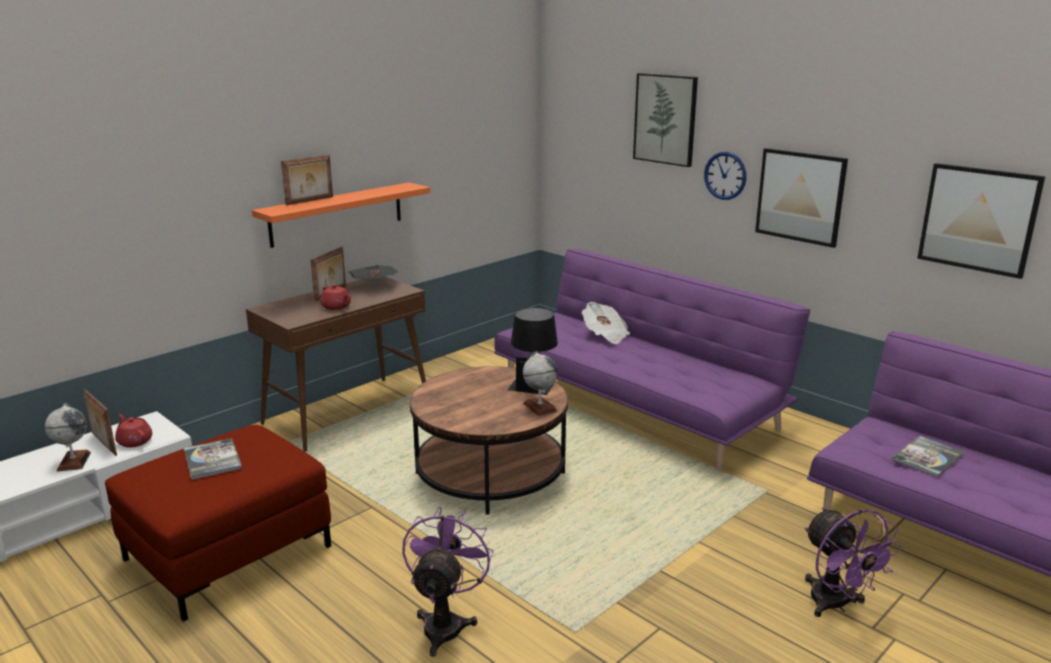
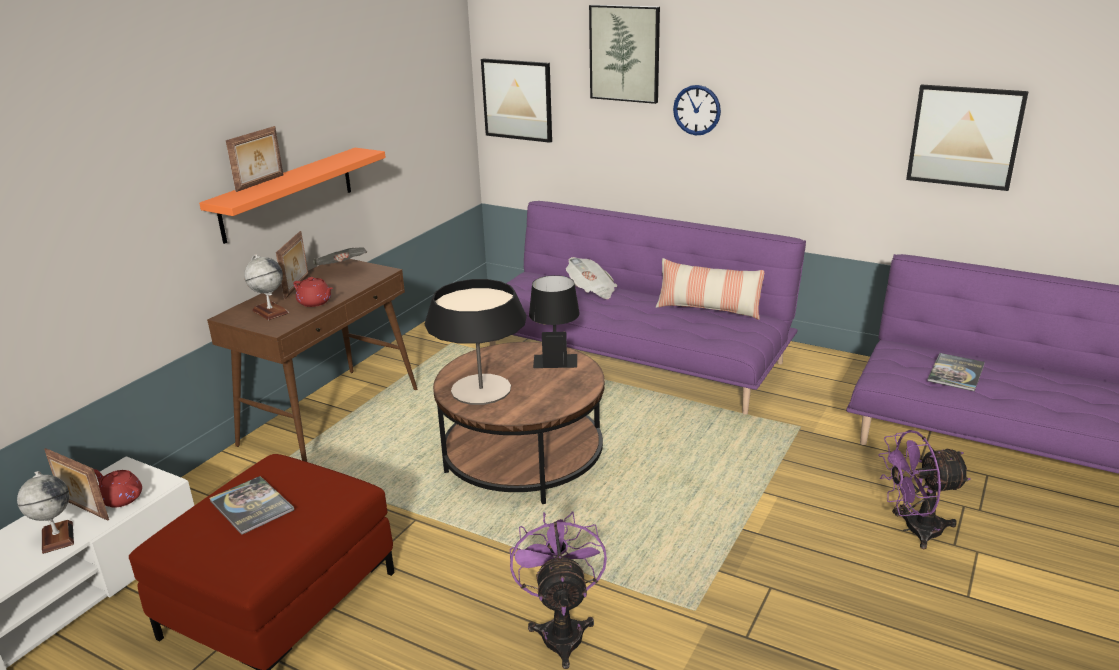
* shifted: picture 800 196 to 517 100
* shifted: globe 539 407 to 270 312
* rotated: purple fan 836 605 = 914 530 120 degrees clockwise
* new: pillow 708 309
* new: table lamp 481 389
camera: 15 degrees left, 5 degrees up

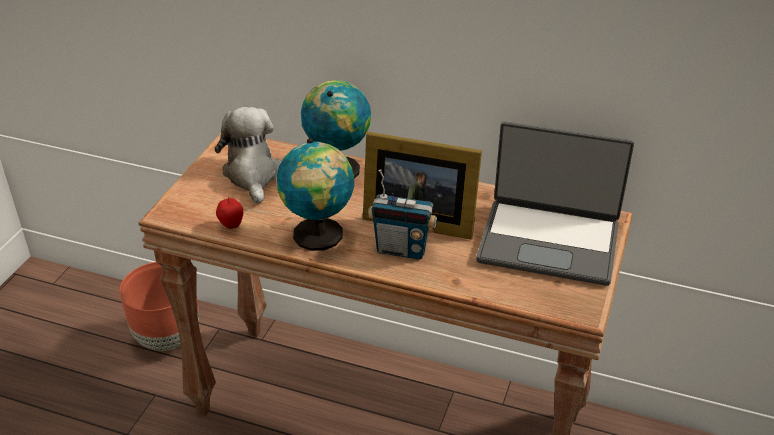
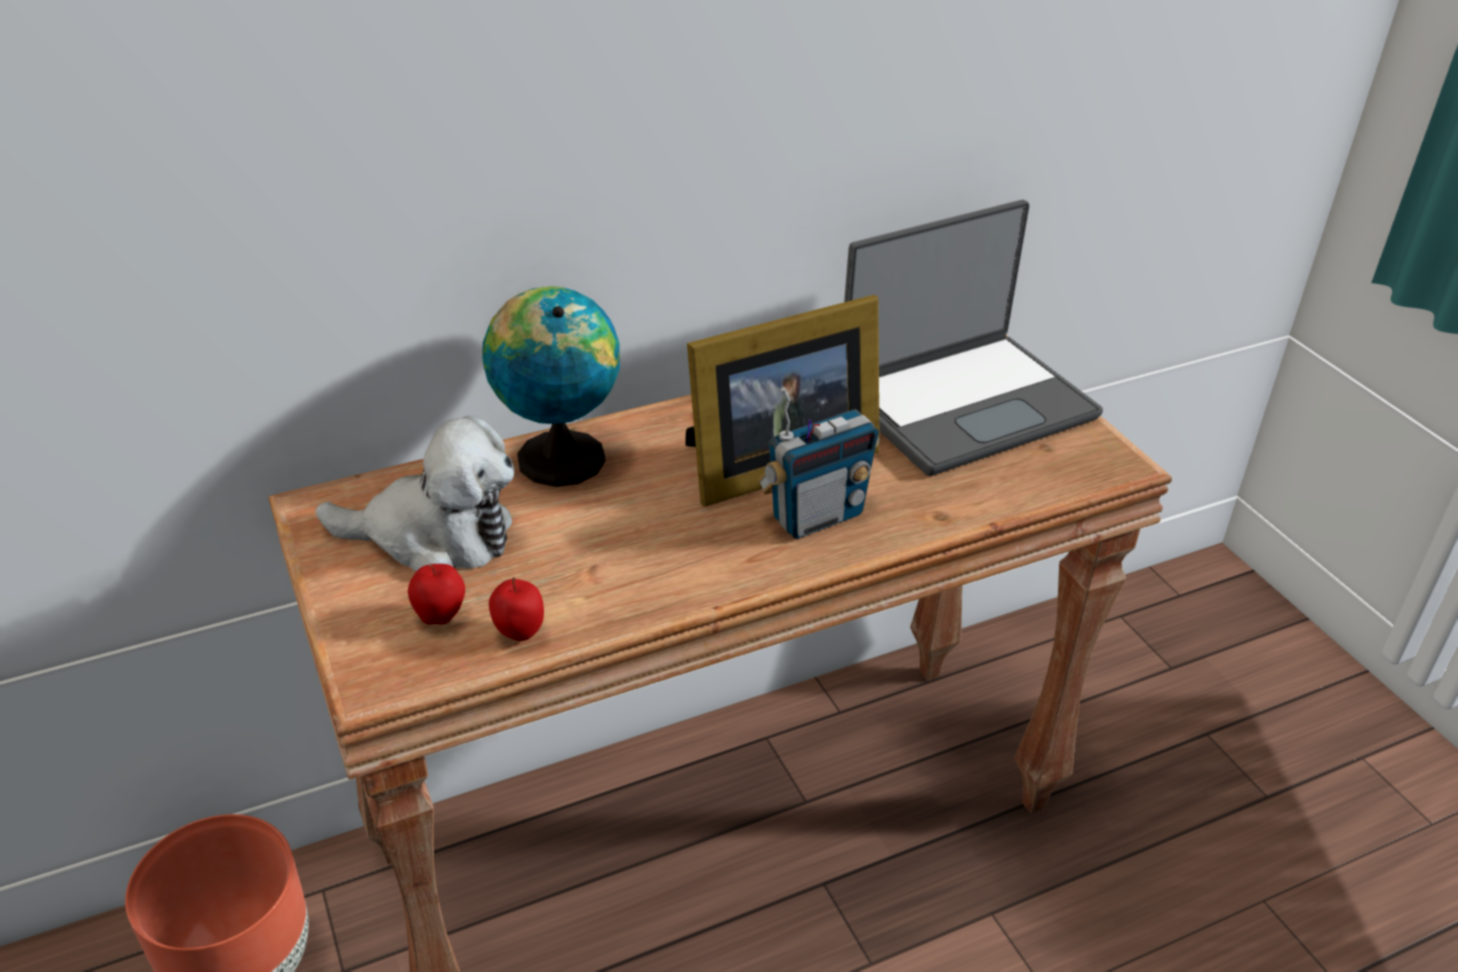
* rotated: plush toy 252 174 = 434 537 150 degrees clockwise
* gone: globe 319 237
* new: apple 441 617
camera: 45 degrees left, 0 degrees up

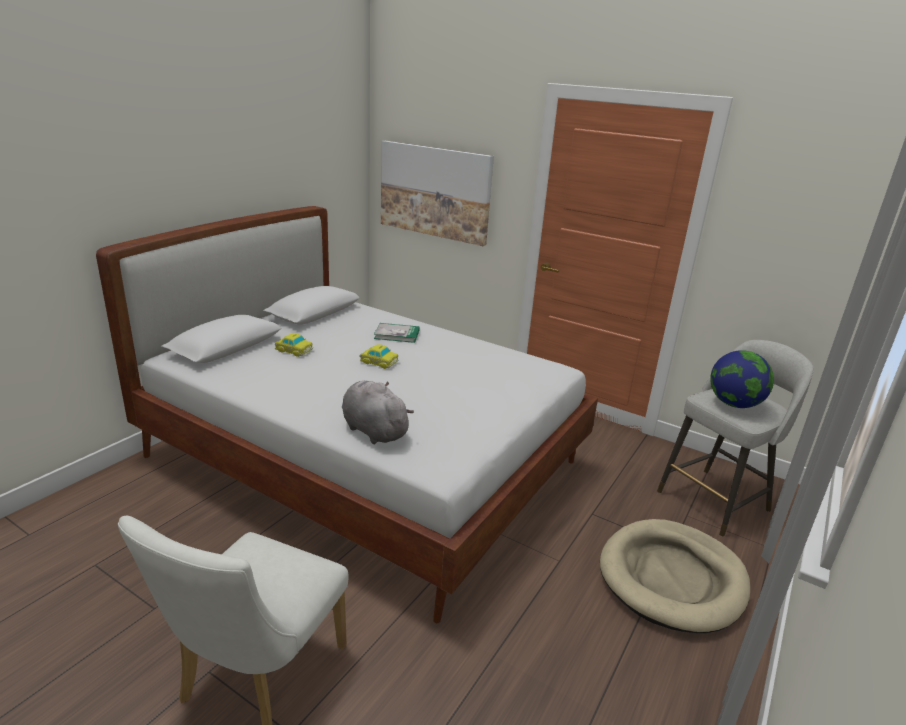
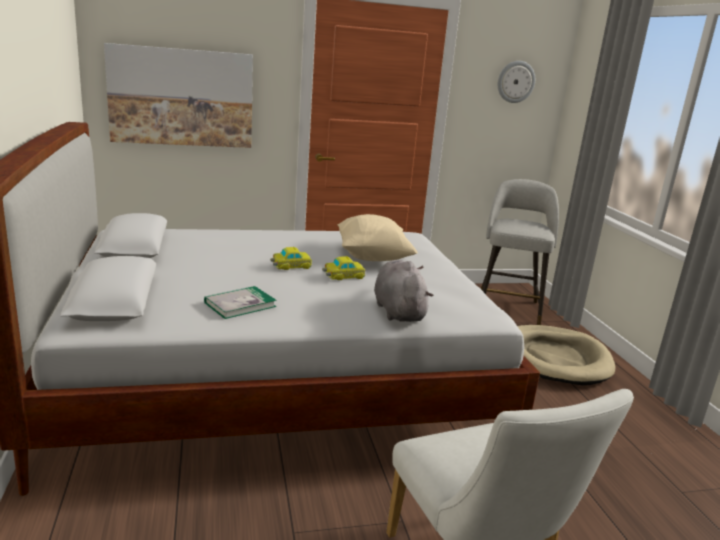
* shifted: book 397 334 to 240 305
* shifted: toy car 293 350 to 343 275
* gone: globe 734 404
* rotated: grey plush toy 373 430 = 398 311 75 degrees clockwise
* new: wall clock 515 82
* new: beige pillow 372 257
camera: 45 degrees left, 5 degrees down

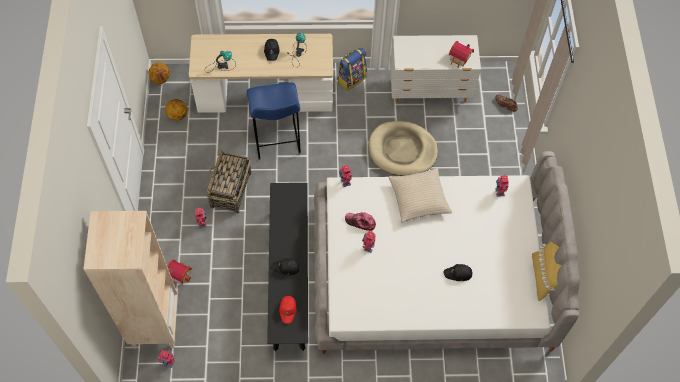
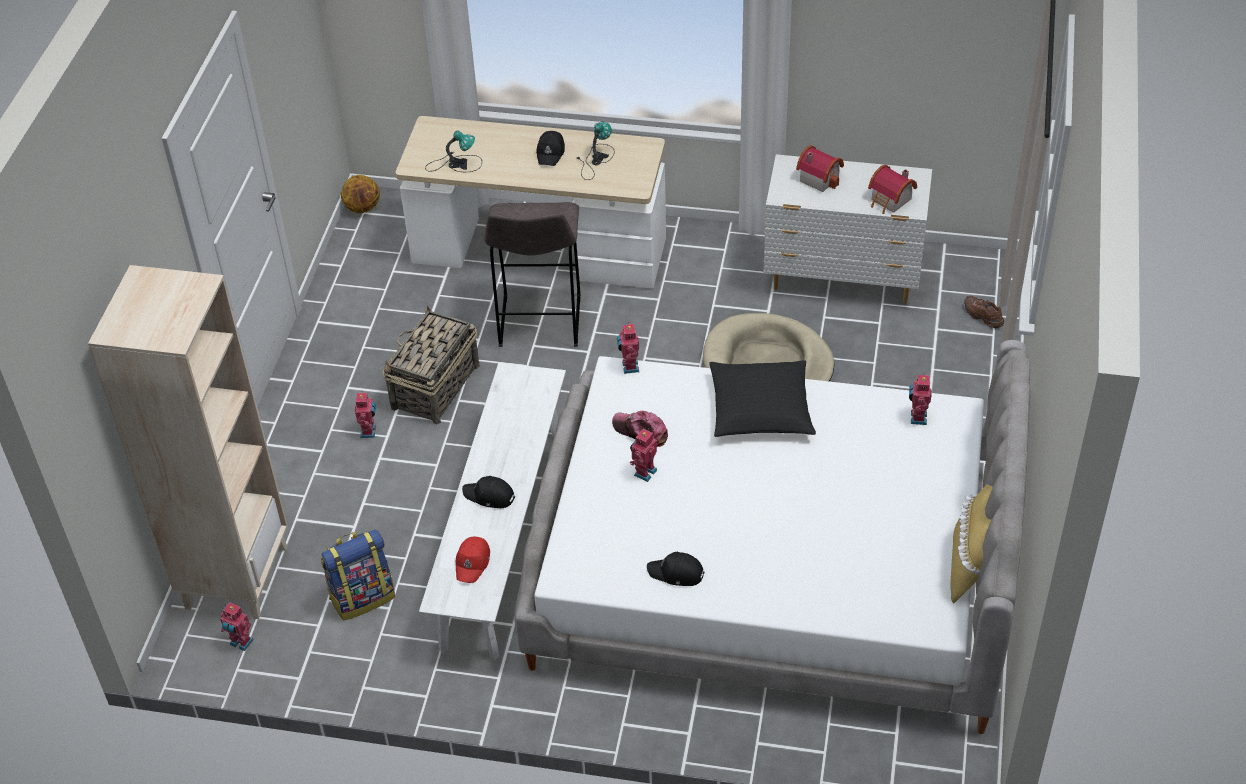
* shifted: backpack 351 79 to 362 597
* repainted: blue stool 277 141 to grey stool 539 323
* gone: basketball 177 115
* repainted: beige pillow 419 198 to black pillow 760 408
* repainted: black bench 289 276 to white bench 503 536
* shifted: toy house 180 274 to 819 177
* shifted: black cap 458 274 to 676 573
camera: 15 degrees right, 15 degrees down

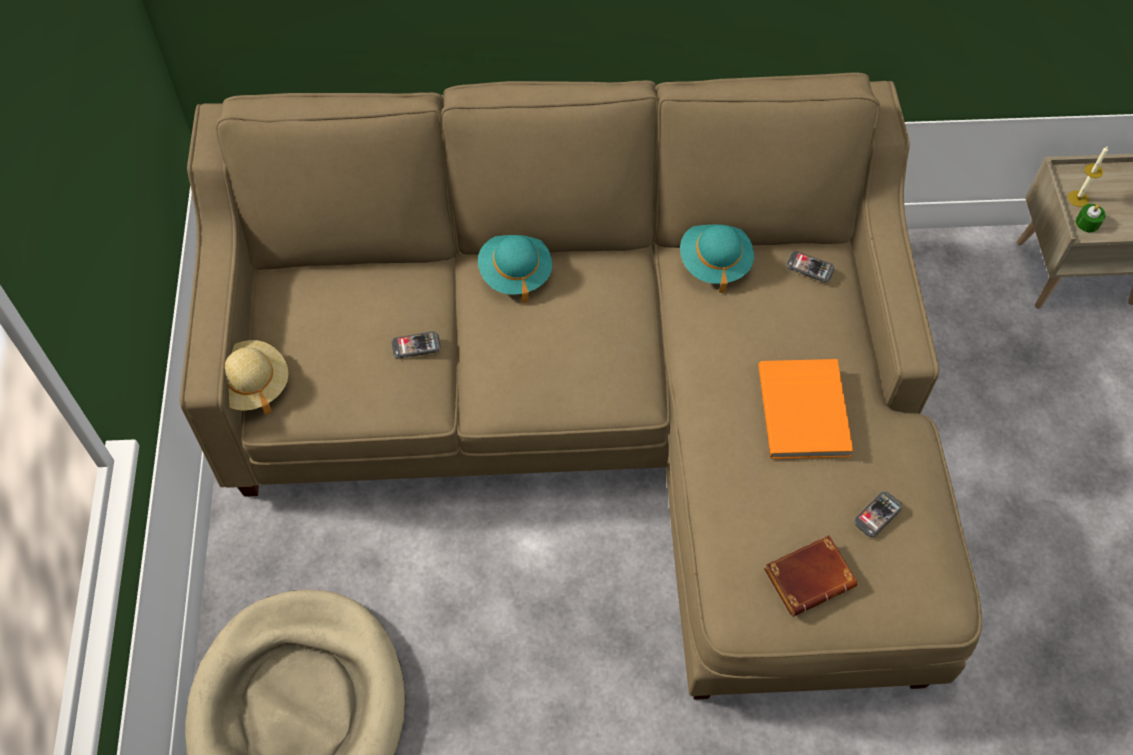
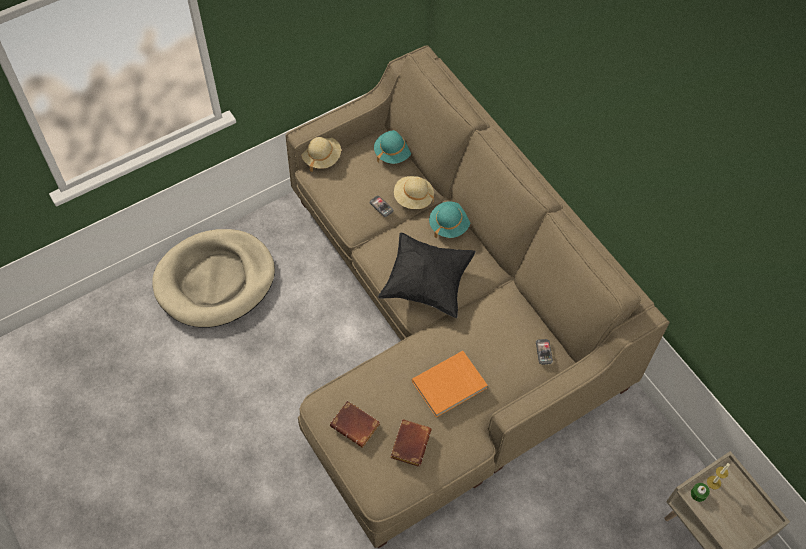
* shifted: turquoise hat 714 263 to 393 153
* swapped: phone 877 515 to brown book 409 443
* new: beige hat 413 198
* new: black pillow 427 283
camera: 60 degrees right, 0 degrees up

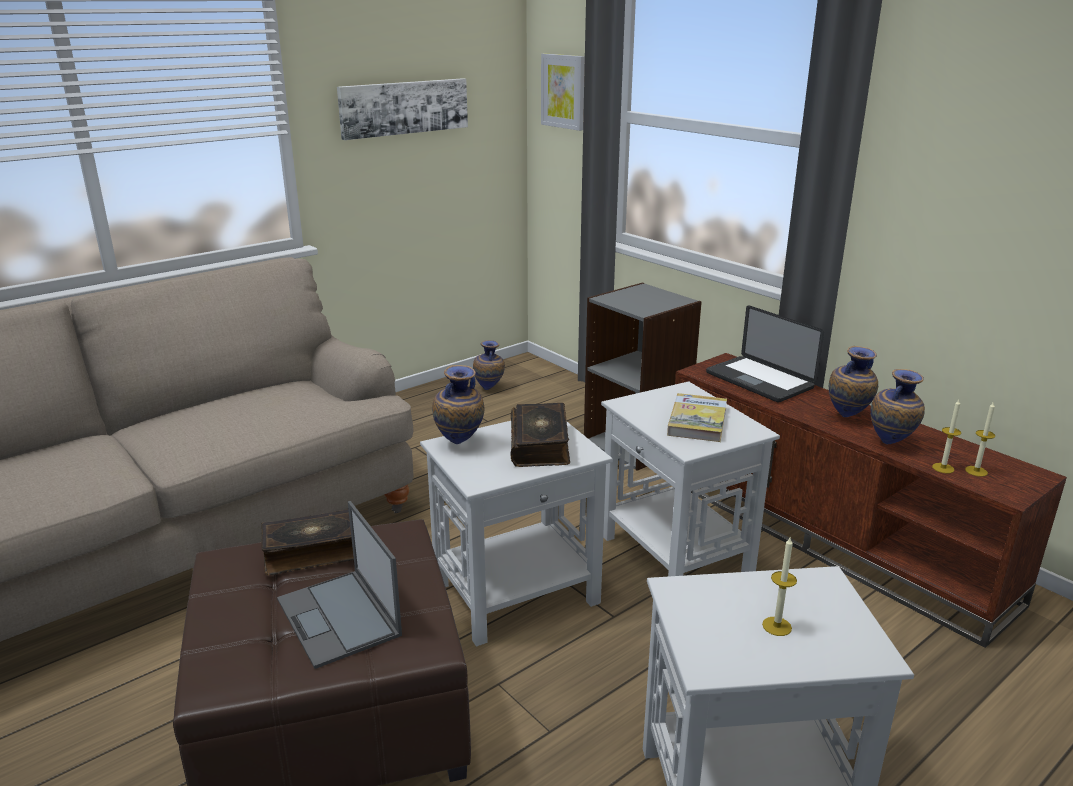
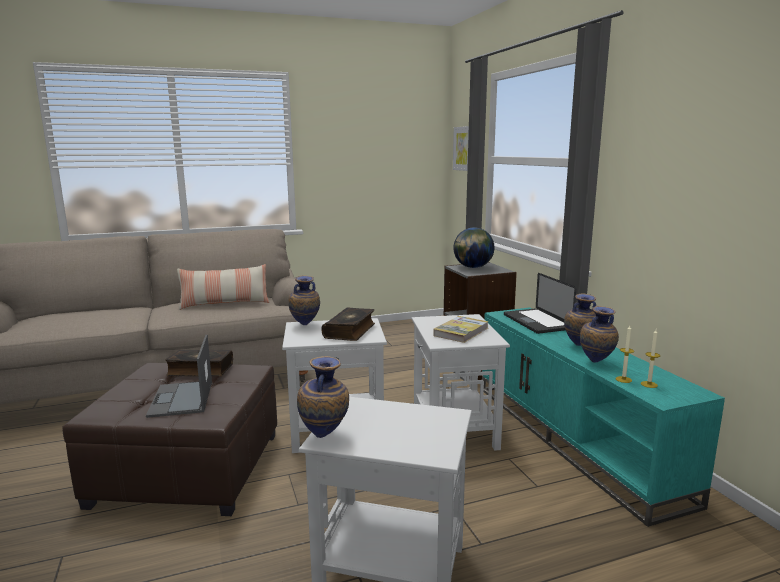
* gone: picture 404 107
* shifted: vase 489 389 to 325 437
* repainted: brown tv stand 830 536 to turquoise tv stand 574 438
* gone: candle 777 626
* new: globe 473 267
* new: pillow 225 303
camera: 20 degrees right, 10 degrees down

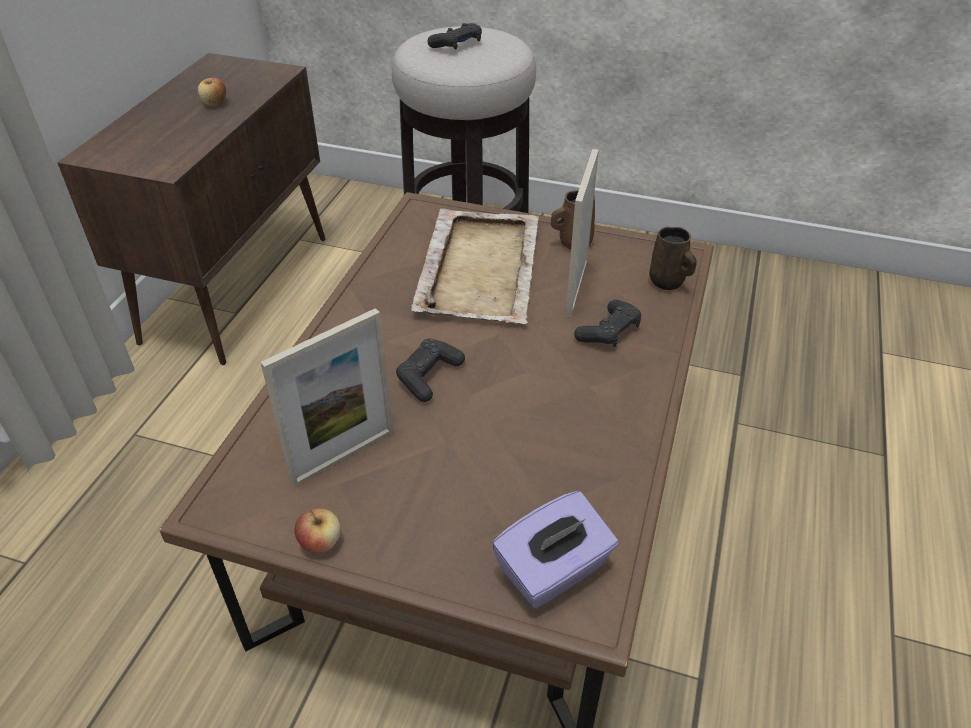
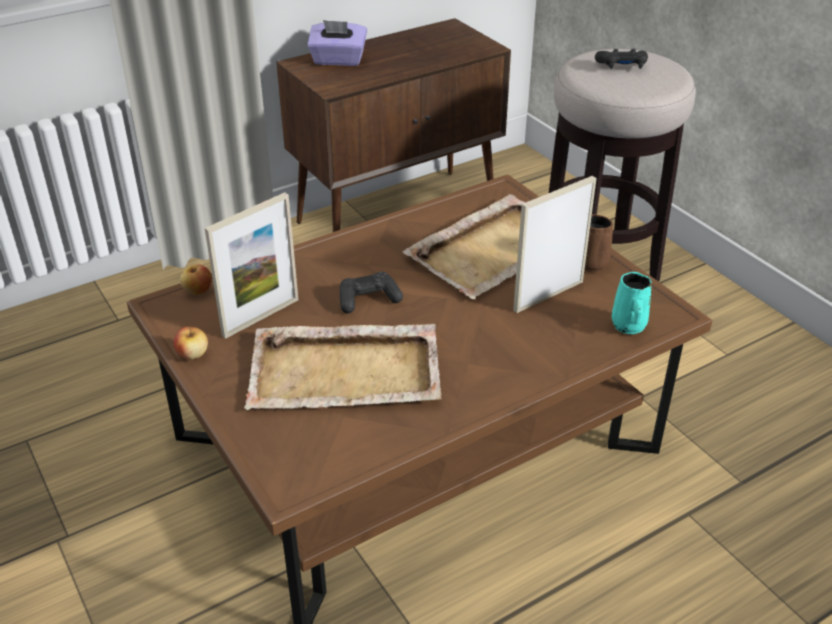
* shifted: apple 214 103 to 198 291
* repainted: brown mug 668 282 to turquoise mug 628 326
* gone: black game controller 609 332
* rotated: picture frame 343 456 = 261 317 45 degrees counterclockwise
* shifted: purple tissue box 553 571 to 338 60
* new: beige tray 347 371
camera: 40 degrees right, 5 degrees down

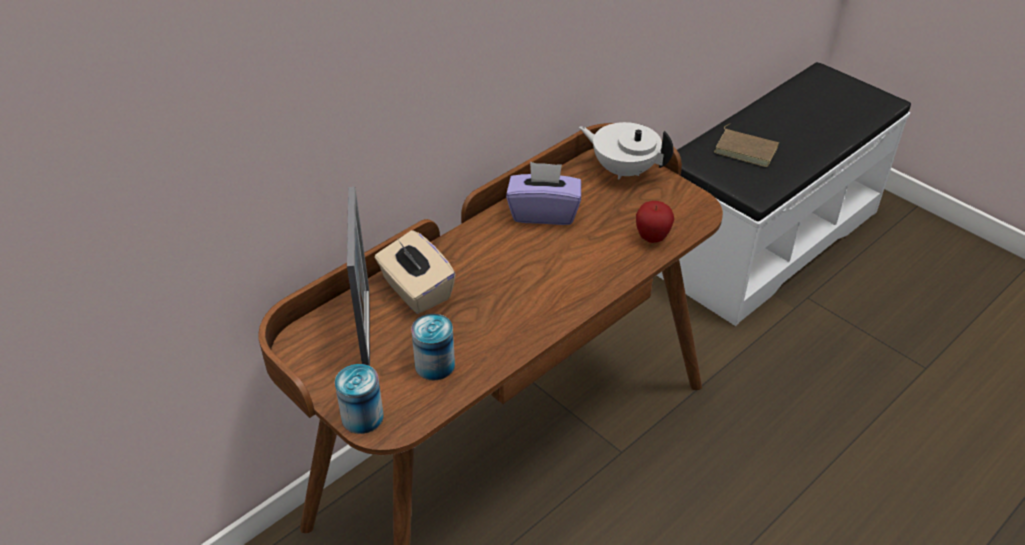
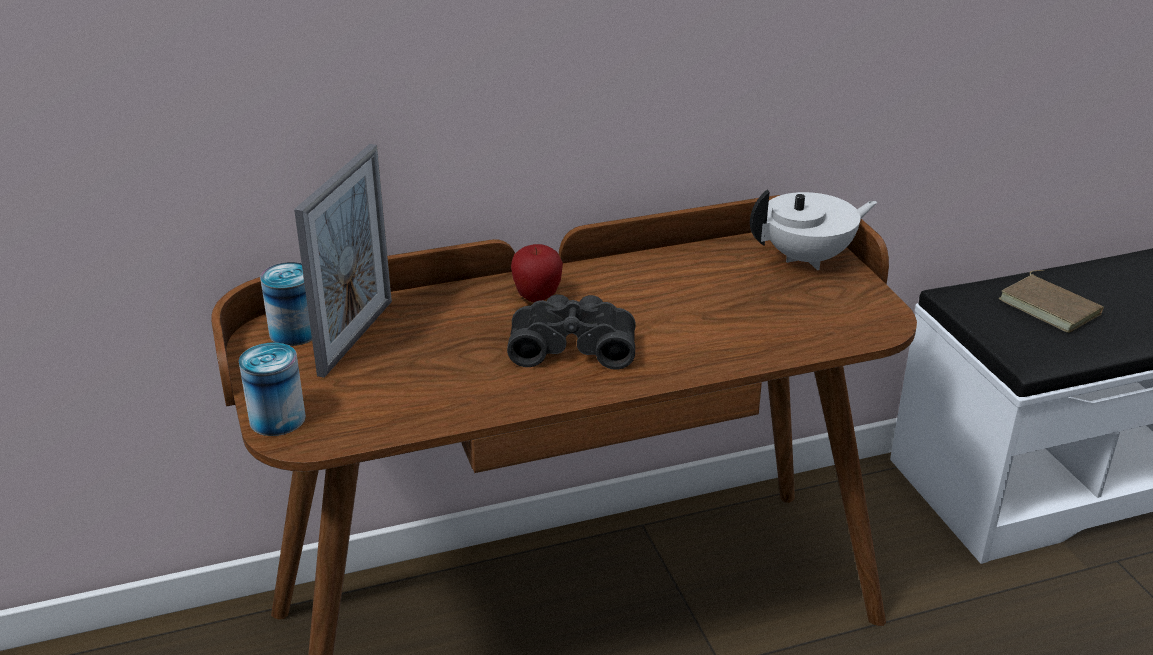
* rotated: white teapot 623 170 = 808 258 105 degrees clockwise
* gone: purple tissue box 543 213
* shifted: apple 652 238 to 537 297
* gone: beige tissue box 416 290
* shifted: can 435 365 to 294 332
* new: black binoculars 573 346
camera: 25 degrees right, 10 degrees down

